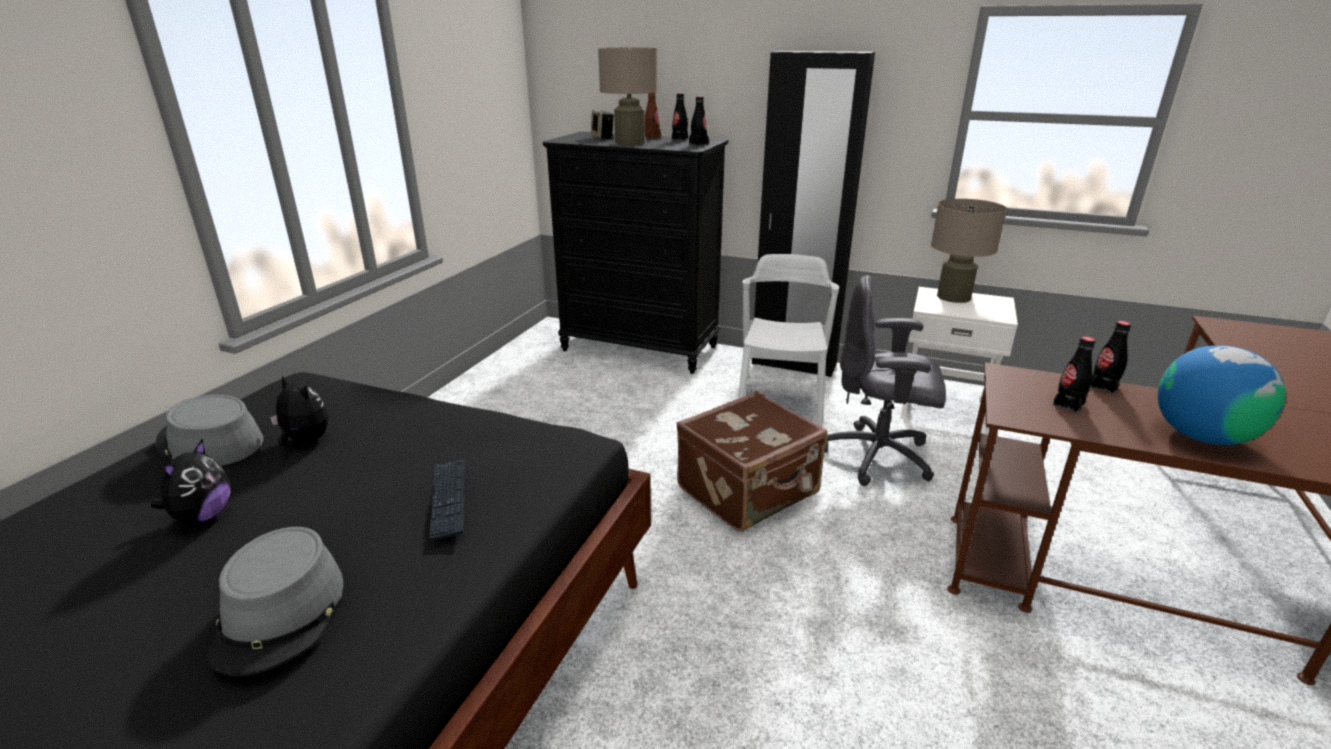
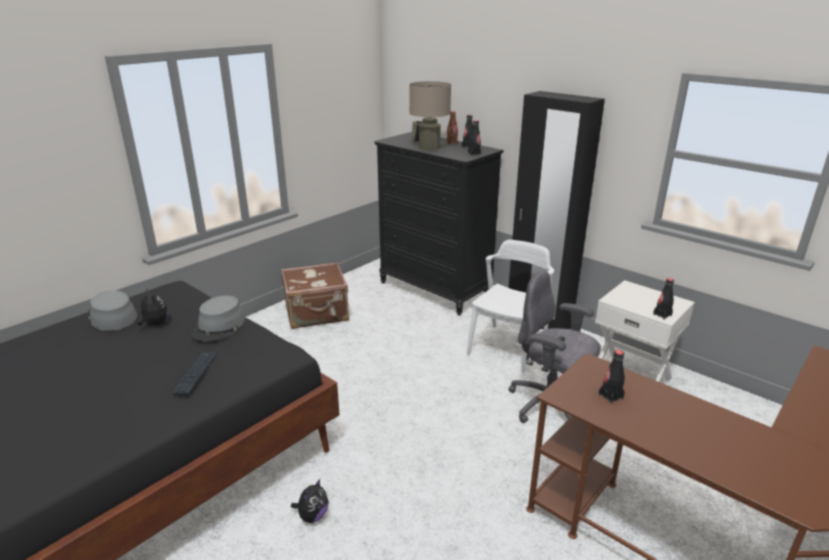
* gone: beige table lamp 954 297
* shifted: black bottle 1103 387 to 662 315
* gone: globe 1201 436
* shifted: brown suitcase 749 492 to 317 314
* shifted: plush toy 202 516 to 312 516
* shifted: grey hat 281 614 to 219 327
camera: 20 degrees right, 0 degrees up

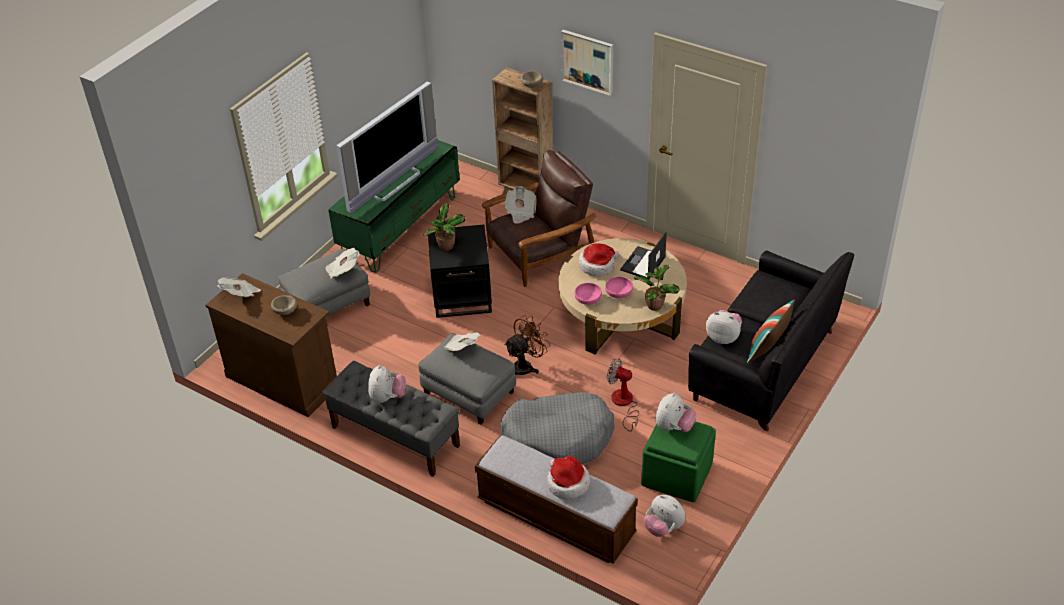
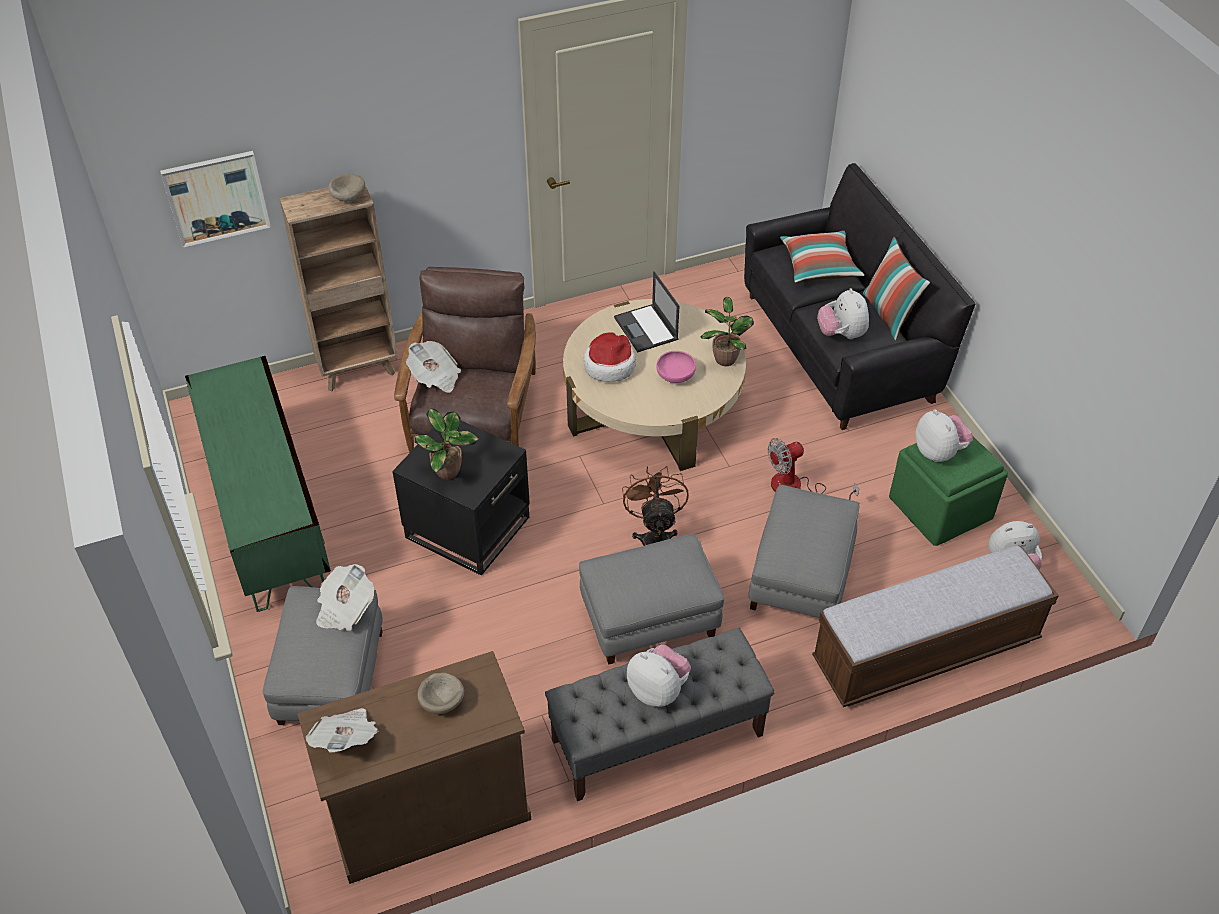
* shifted: picture 588 61 to 216 198
* gone: television 393 182
* gone: pink bowl 588 299
* rotated: plush toy 723 337 = 841 334 75 degrees counterclockwise
* gone: newspaper 462 348
* swapped: grey dog bed 558 438 to grey ottoman 801 577
* gone: hat 567 483
* new: pillow 819 266
camera: 55 degrees left, 5 degrees up

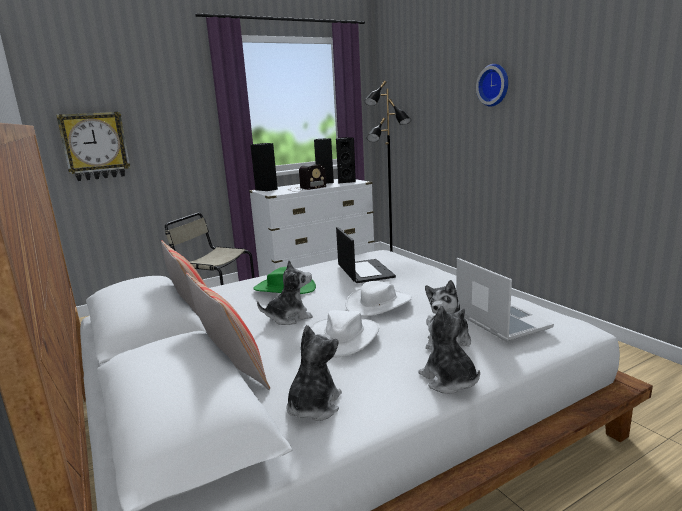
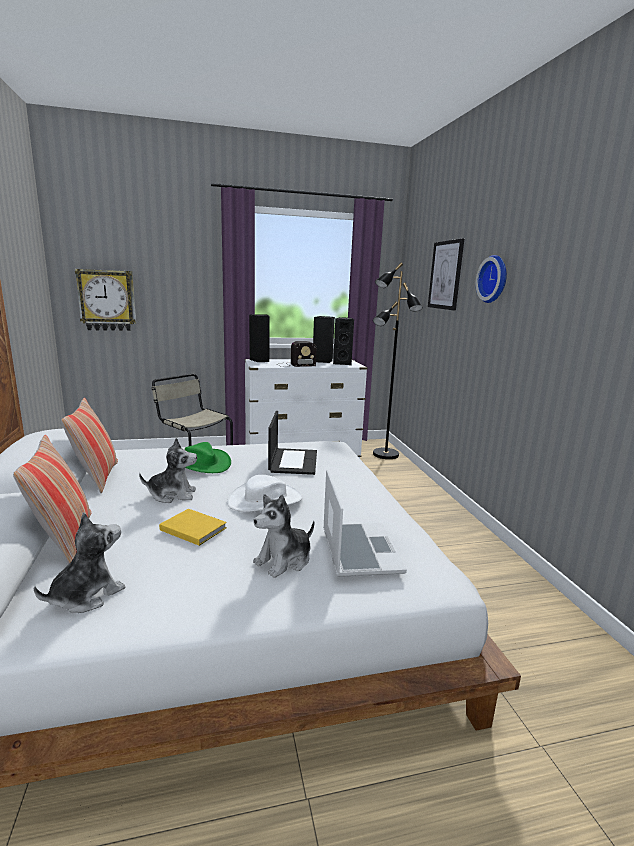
* gone: plush toy 449 381
* swapped: white hat 344 337 to yellow book 193 528
* new: picture 445 275
camera: 15 degrees right, 0 degrees up

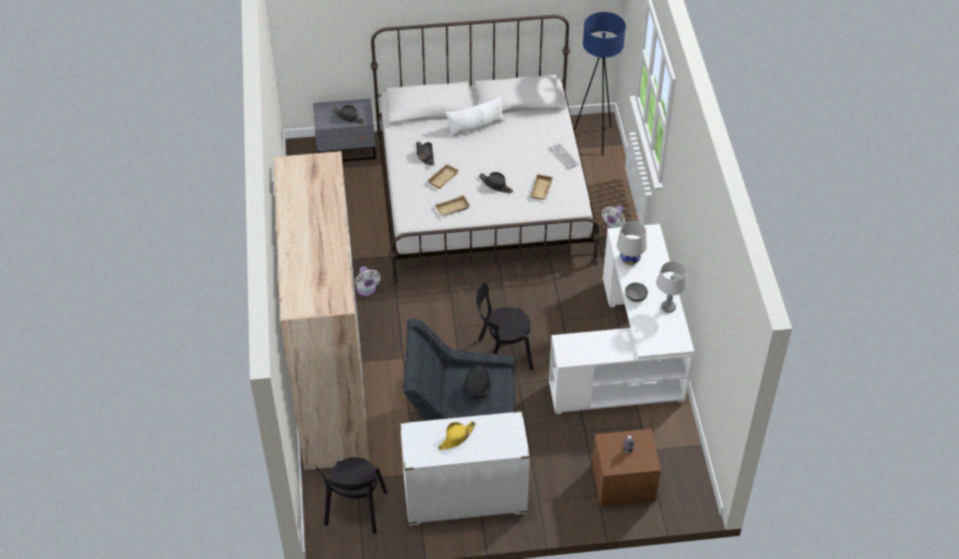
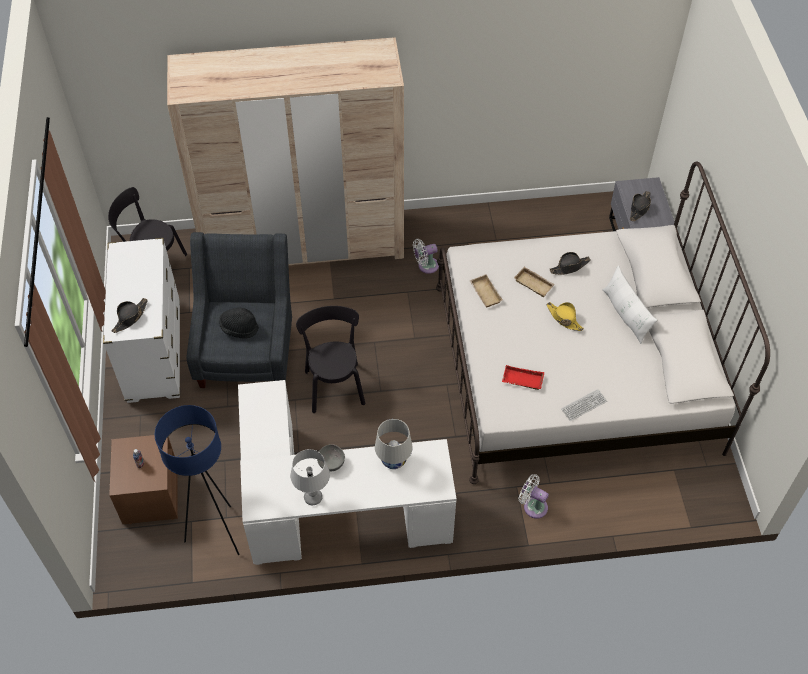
* shifted: blue floor lamp 595 139 to 217 534
* shifted: black hat 496 185 to 130 317
* repainted: beige tray 542 190 to red tray 522 380
* shifted: yellow hat 456 438 to 564 318
camera: 90 degrees right, 5 degrees up

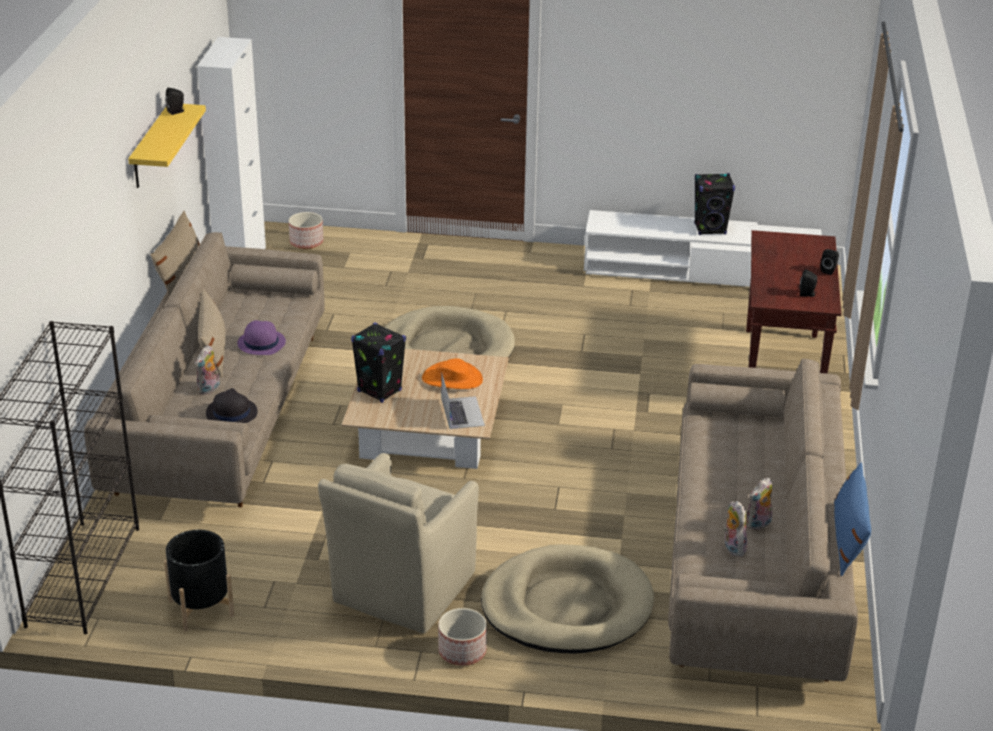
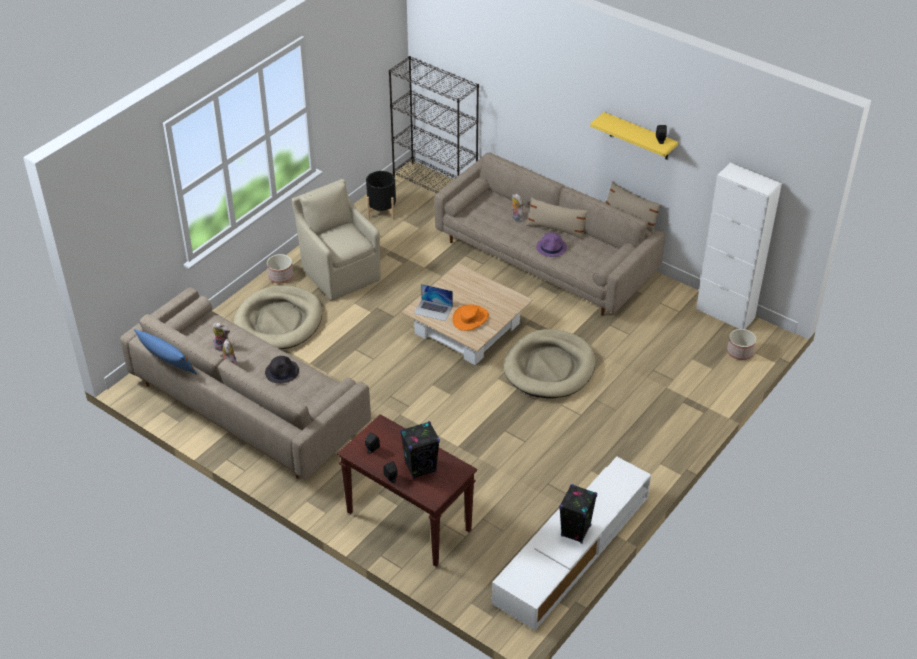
* shifted: black speaker 379 391 to 420 467
* shifted: black hat 231 413 to 282 372
camera: 120 degrees right, 10 degrees up

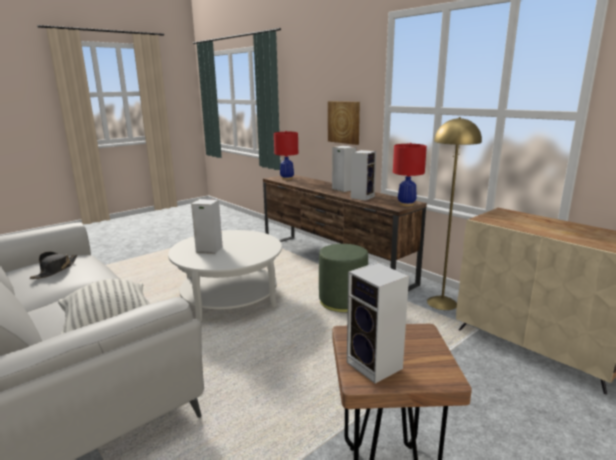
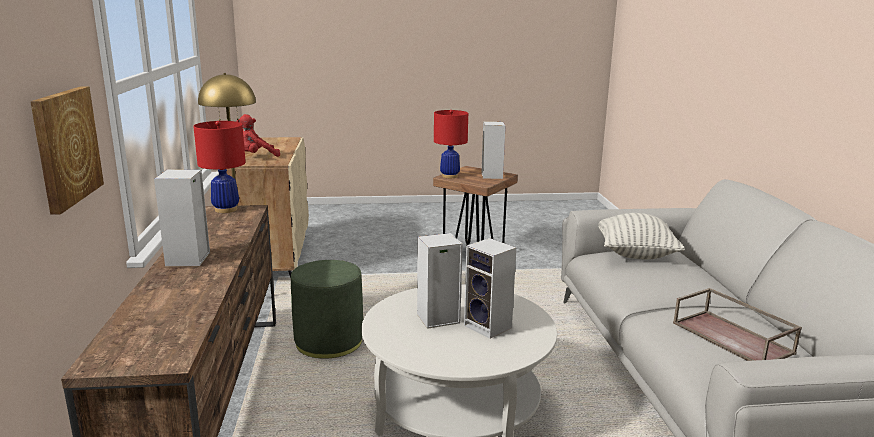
* shifted: red table lamp 287 178 to 449 176
* shifted: speaker 362 197 to 437 319
* swapped: black hat 55 270 to brown tray 733 338
* new: red plush toy 257 156
camera: 145 degrees left, 0 degrees up

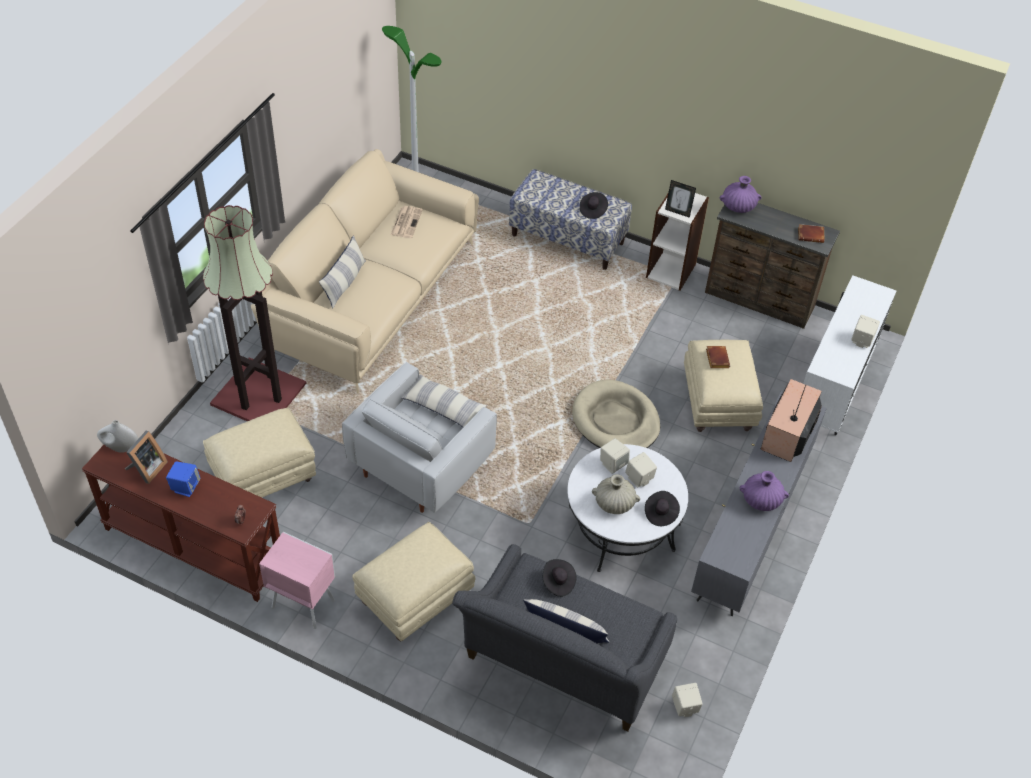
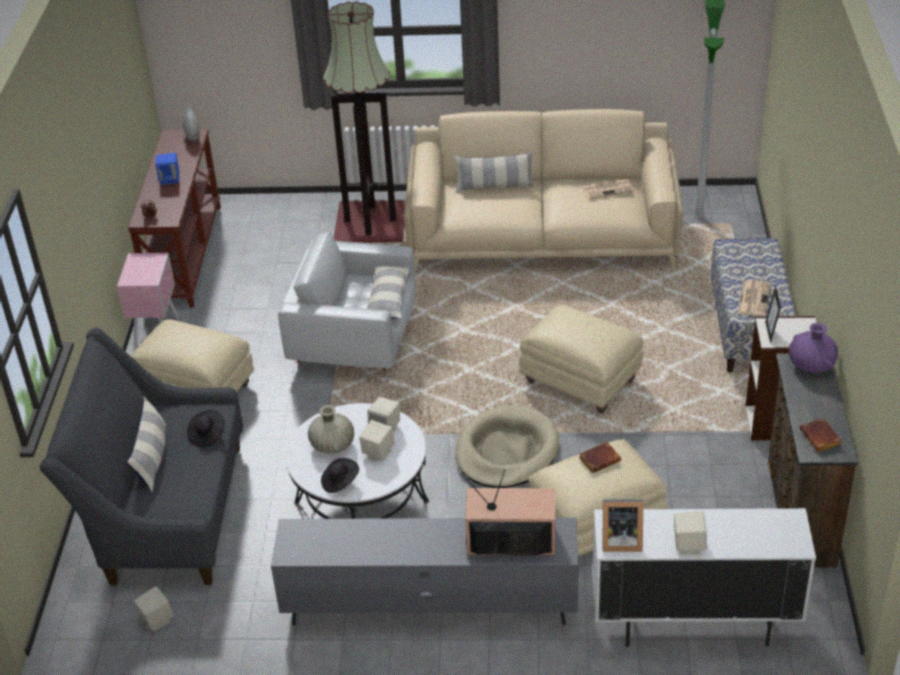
* swapped: black hat 593 210 to newspaper 753 298
* shifted: beige ottoman 264 476 to 581 382
* shifted: picture frame 147 469 to 619 540
* gone: purple vase 761 500
camera: 70 degrees right, 10 degrees down

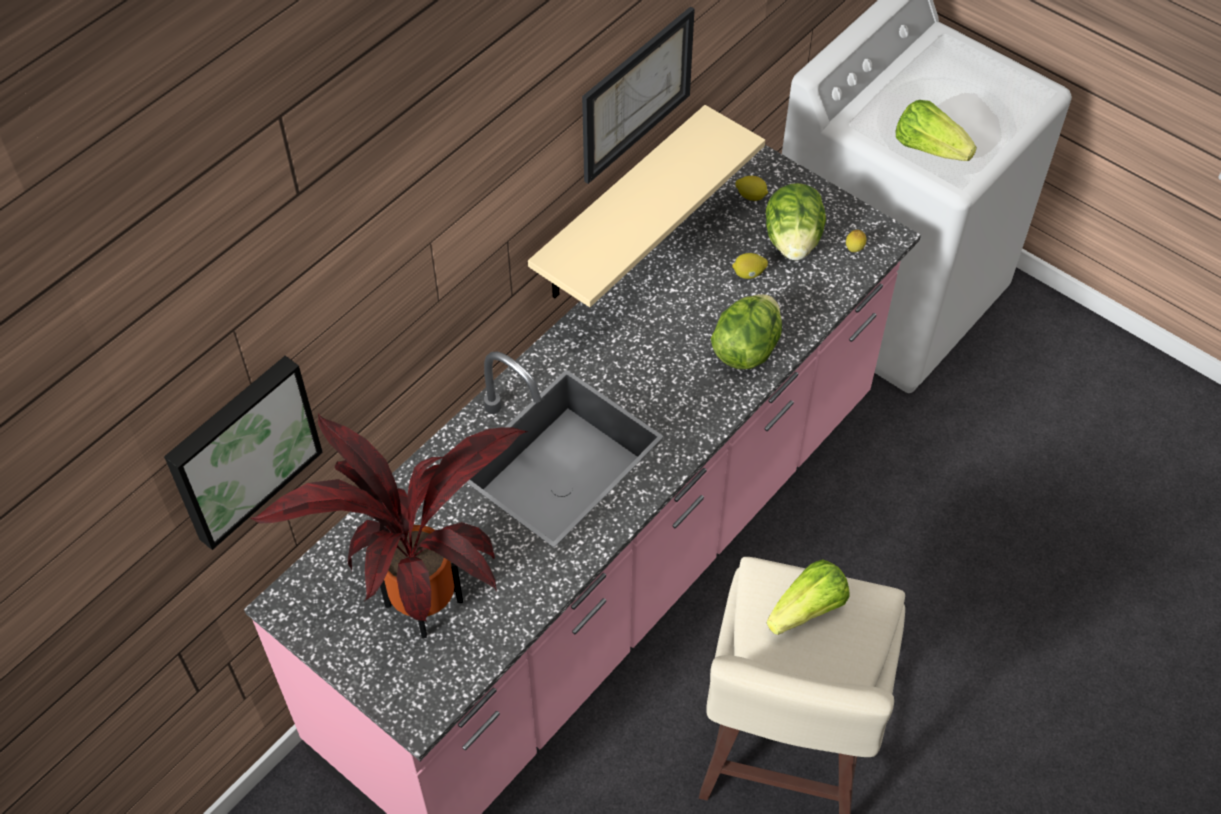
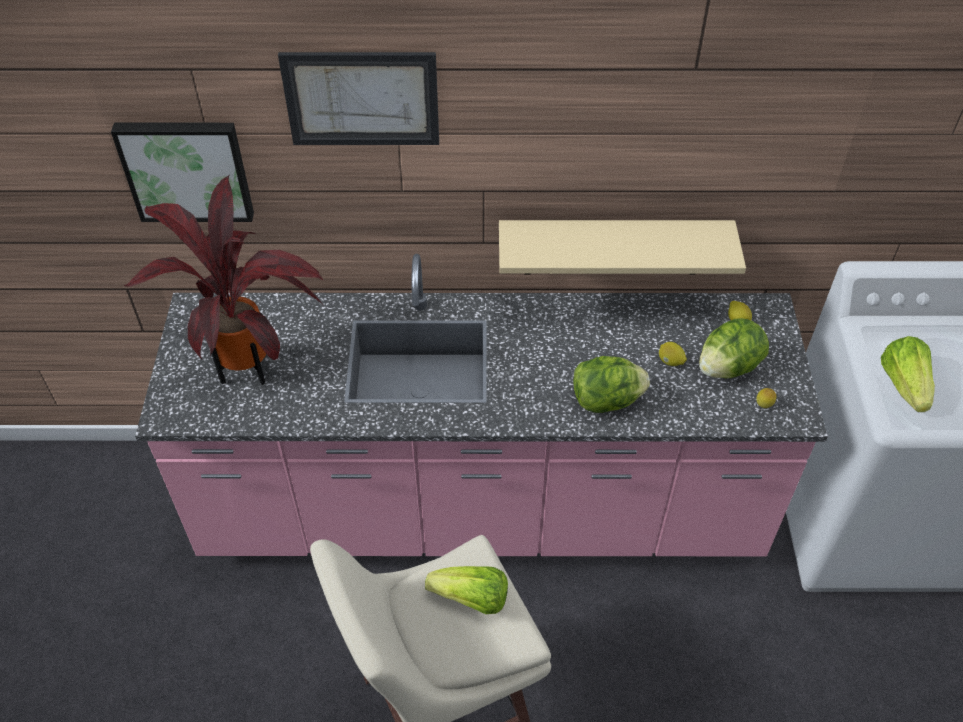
* shifted: picture 636 94 to 362 98
camera: 50 degrees right, 5 degrees down

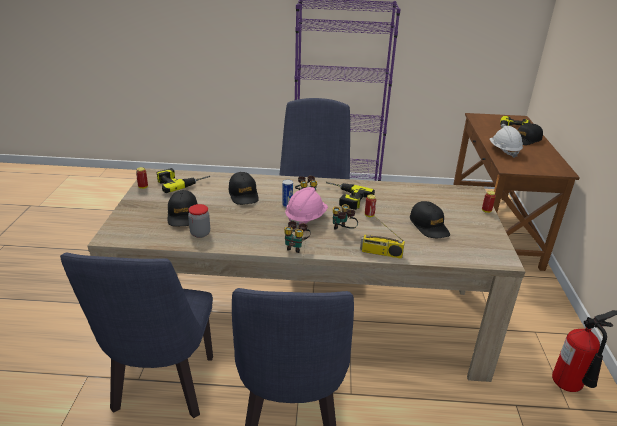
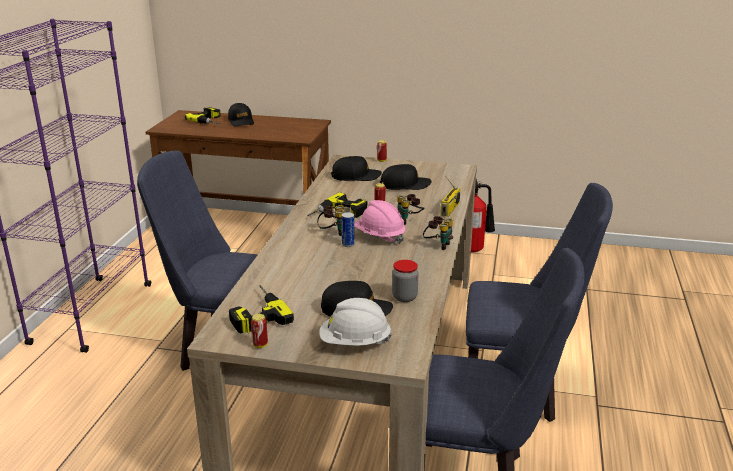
* shifted: white hard hat 504 150 to 354 343
* shifted: black cap 243 194 to 356 176
camera: 80 degrees left, 5 degrees down

